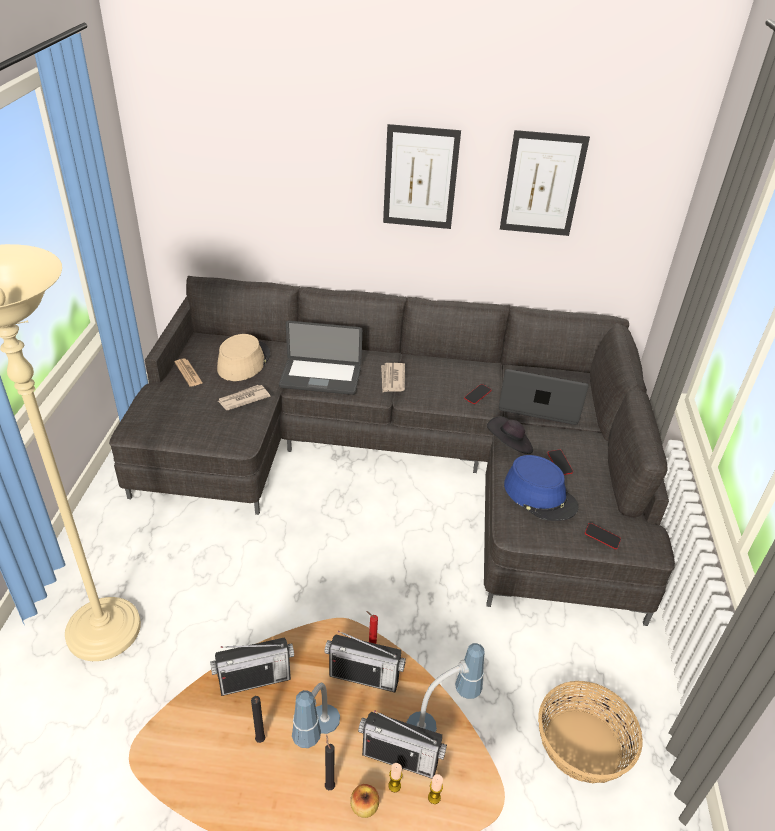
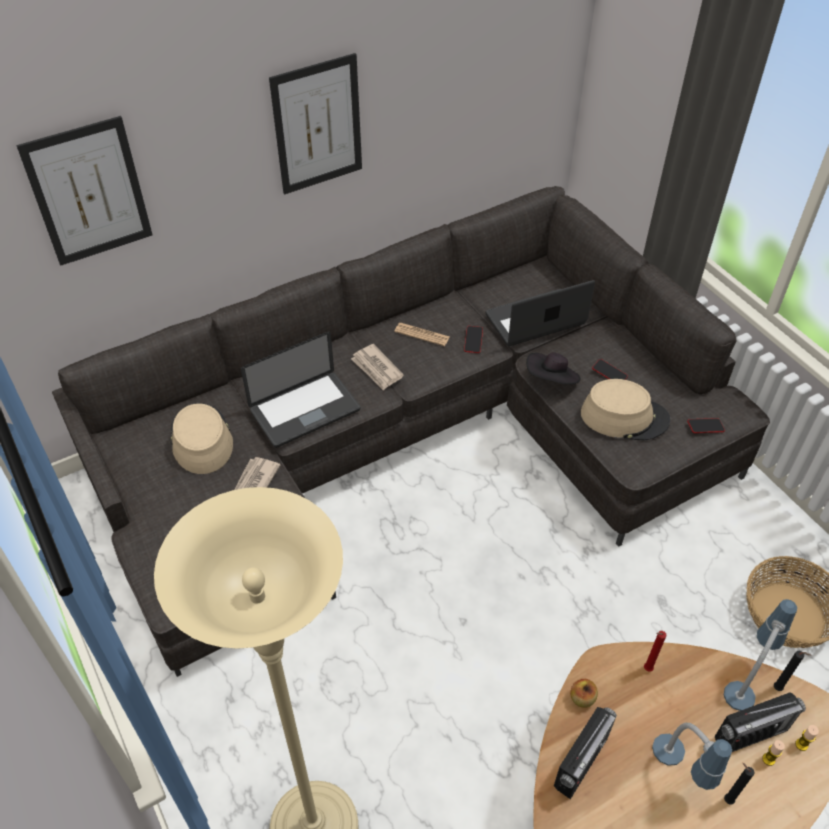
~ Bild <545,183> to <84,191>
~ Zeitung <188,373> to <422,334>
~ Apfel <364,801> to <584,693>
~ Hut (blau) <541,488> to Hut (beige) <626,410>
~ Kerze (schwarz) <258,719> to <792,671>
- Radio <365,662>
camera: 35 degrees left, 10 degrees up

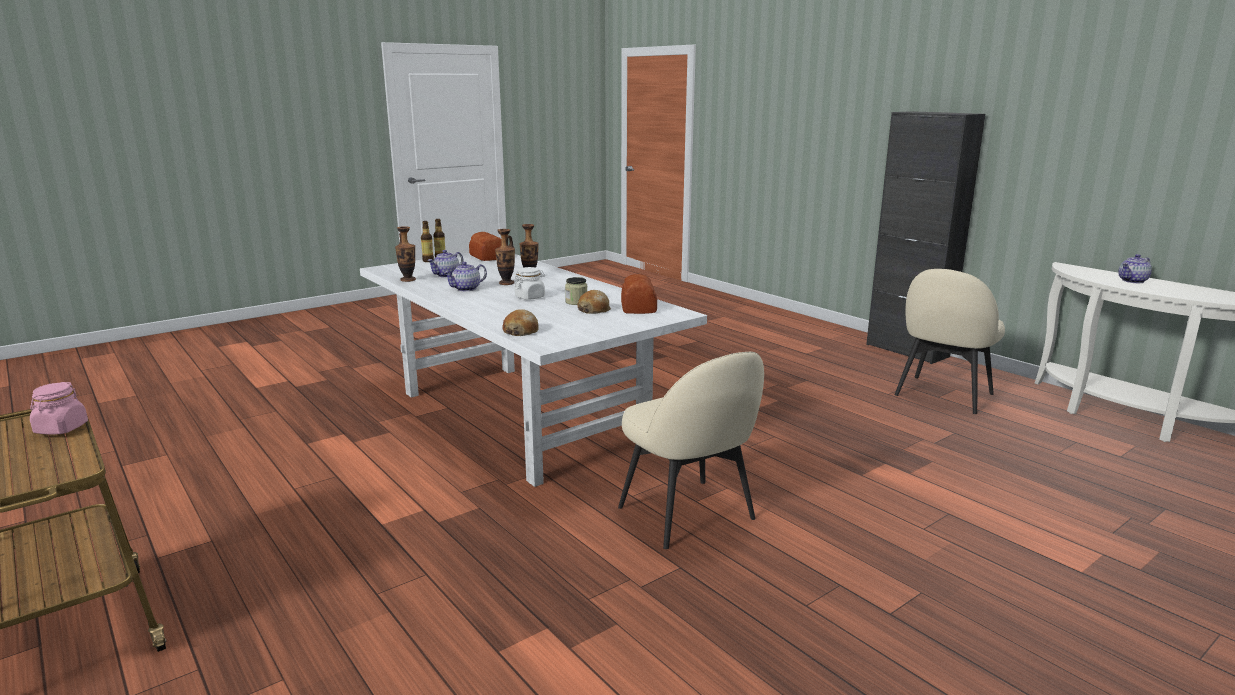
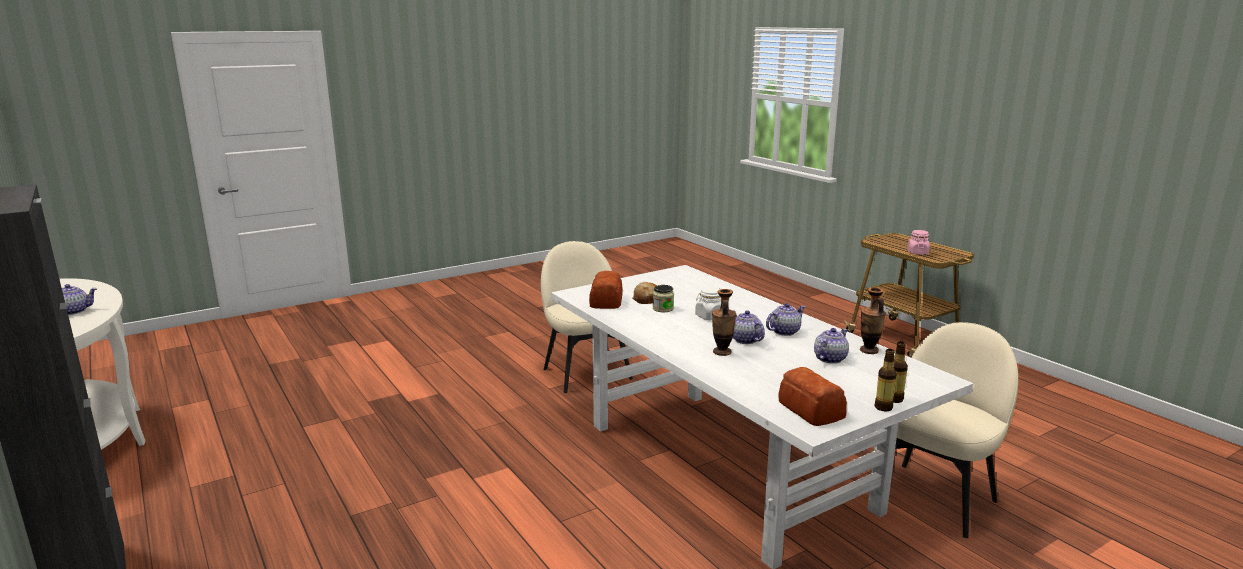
~ Vase <505,257> to Teekanne <749,327>
~ Stuhl (beige) <950,341> to <956,430>
- Brot <521,322>
camera: 175 degrees left, 0 degrees up

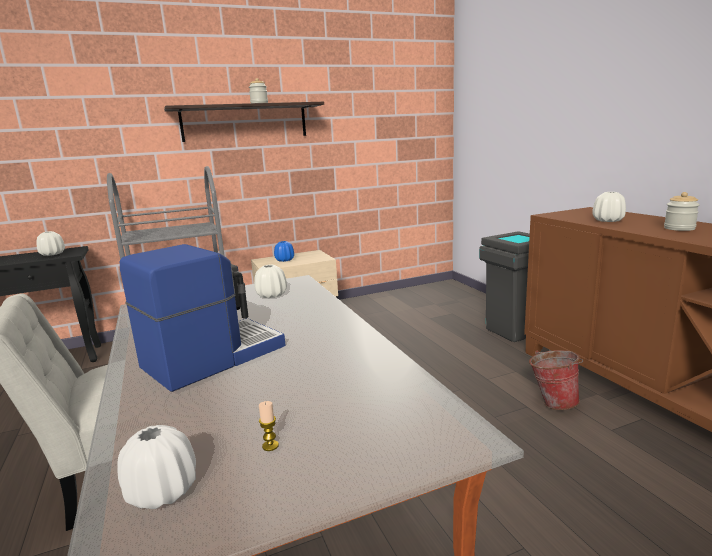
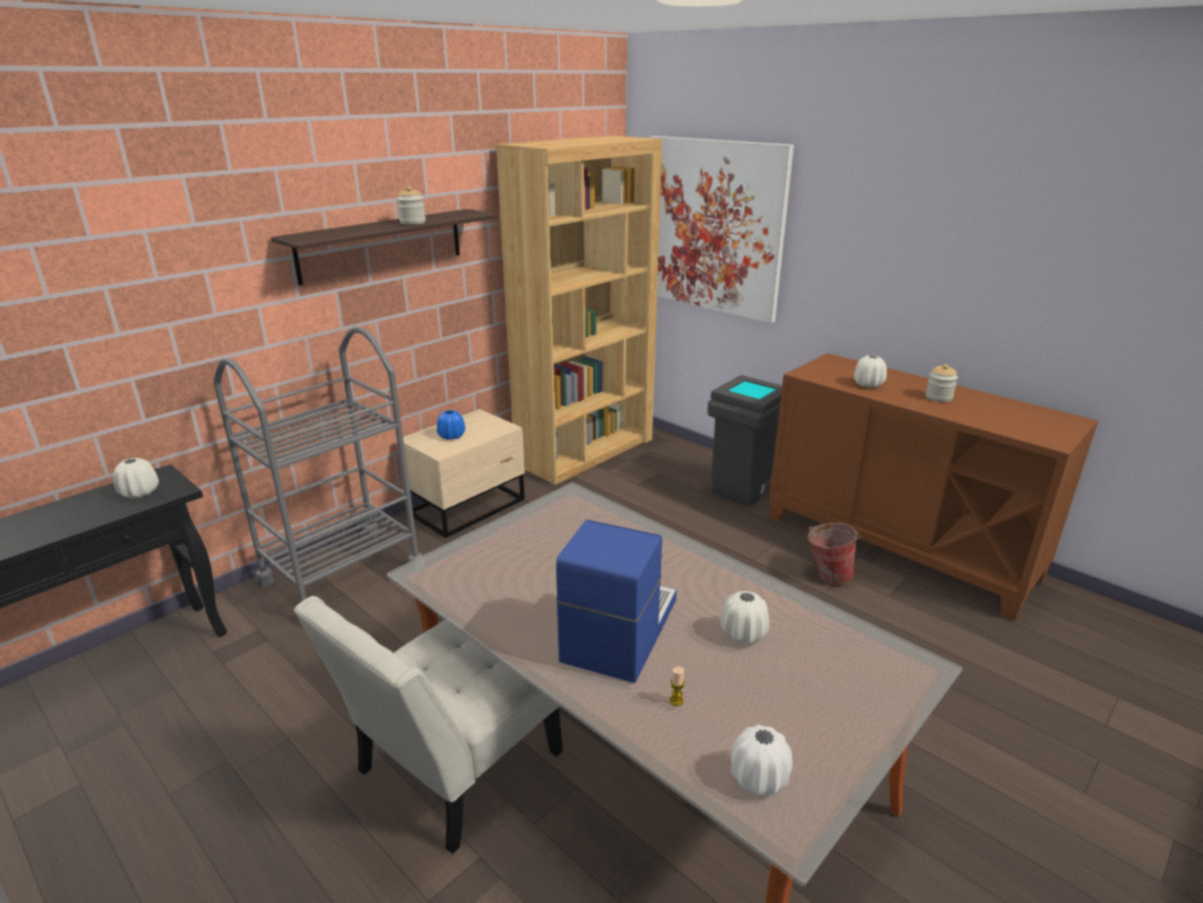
+ Bücherregal (braun) <579,310>
+ Bild <721,229>
~ Kerze <269,426> to <677,686>
~ Vase (weiß) <270,281> to <744,617>
camera: 25 degrees left, 10 degrees up

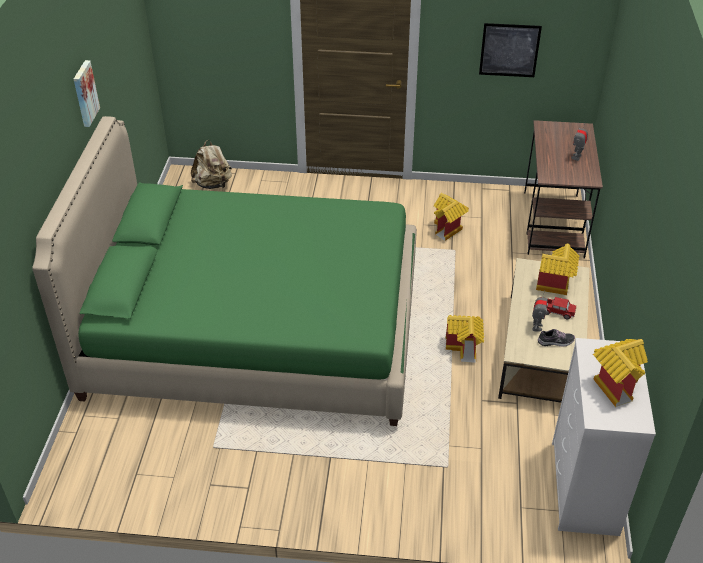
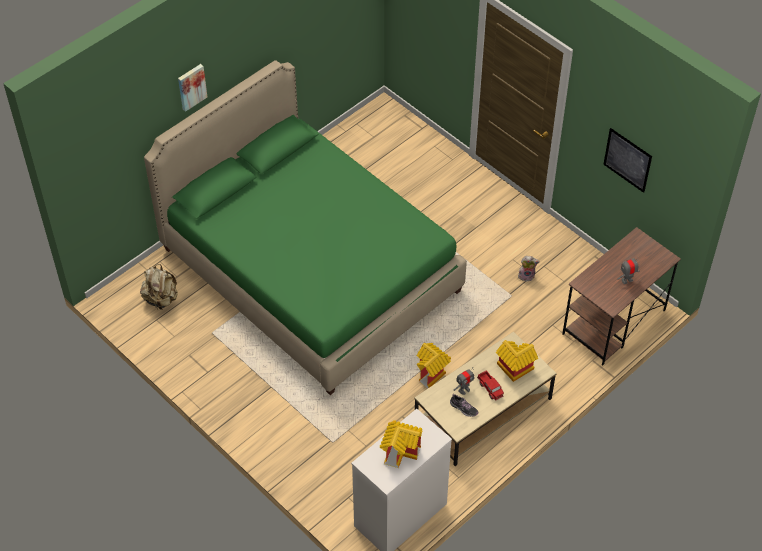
~ Rucksack (beige) <211,164> to <159,287>
~ Bild <87,93> to <192,88>
~ Spielzeughaus <451,217> to Plüschtier <529,269>
camera: 40 degrees right, 10 degrees up

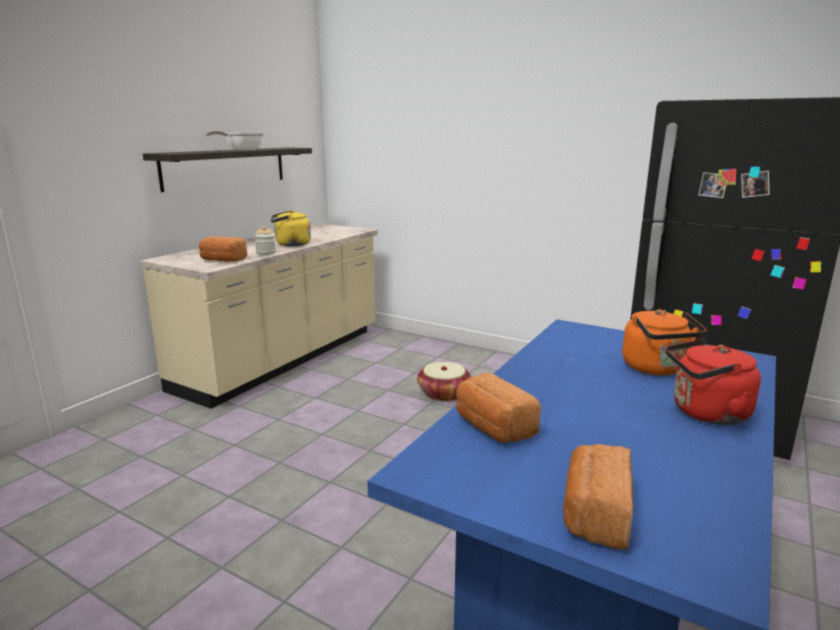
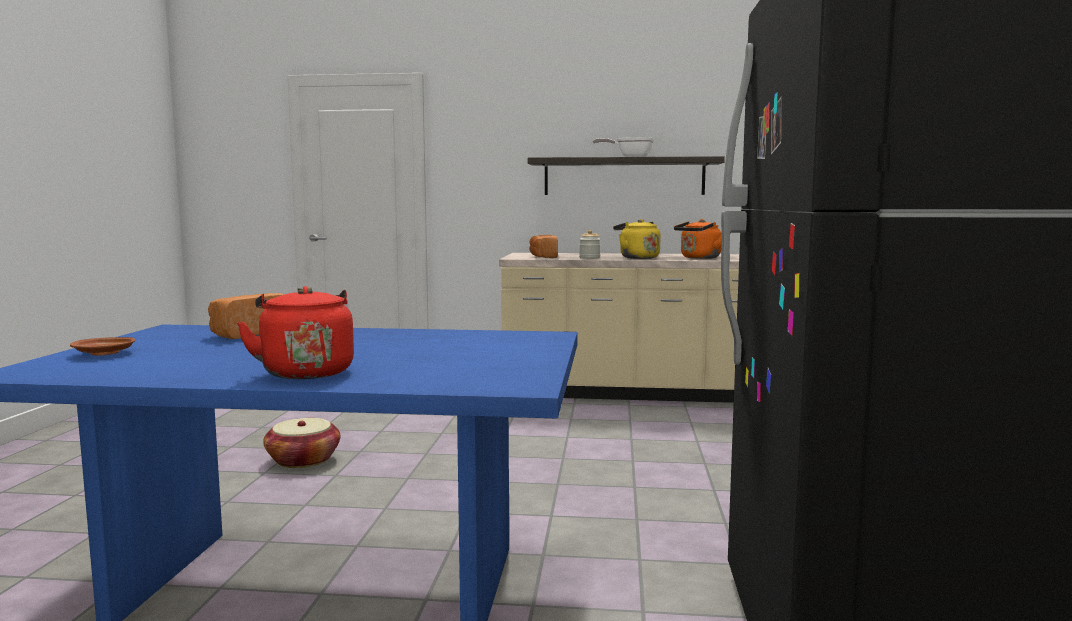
~ Brot <598,497> to Teller (braun) <103,346>
~ Korb <444,381> to <301,443>
~ Wasserkessel (orange) <664,342> to <698,239>
camera: 65 degrees right, 10 degrees down

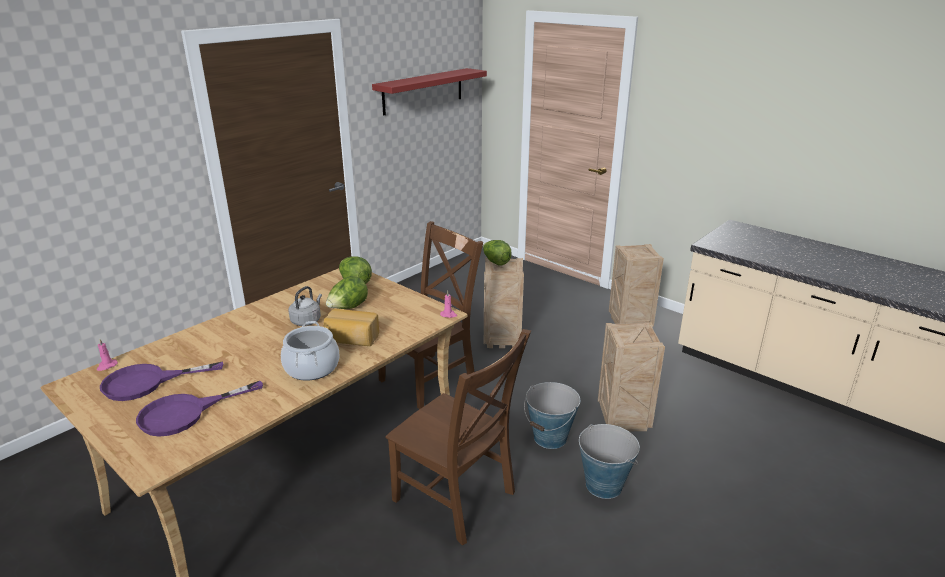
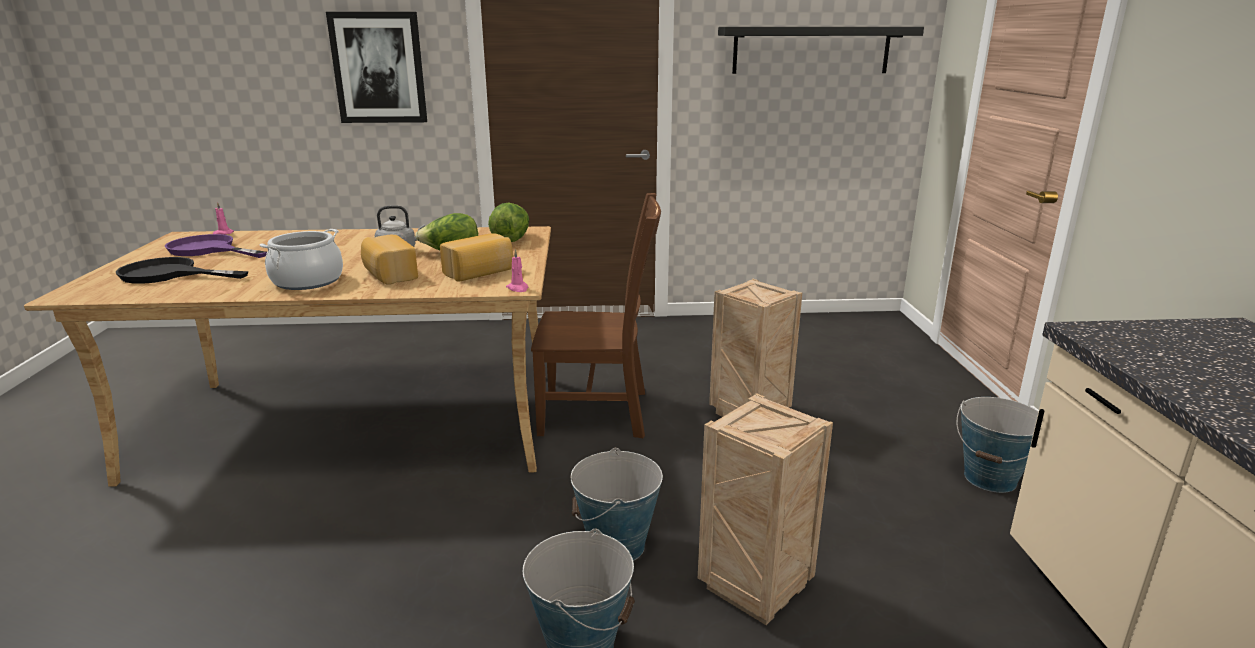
~ Pfanne (lila) <199,409> to Pfanne (schwarz) <182,270>
+ Bild <376,67>
+ Brot <476,257>
~ Wandregal (rot) <429,91> to Wandregal (schwarz) <821,50>
~ Kiste <636,285> to Eimer <997,445>
- Stuhl (braun) <458,437>
- Salatkopf <497,252>
camera: 45 degrees right, 5 degrees down

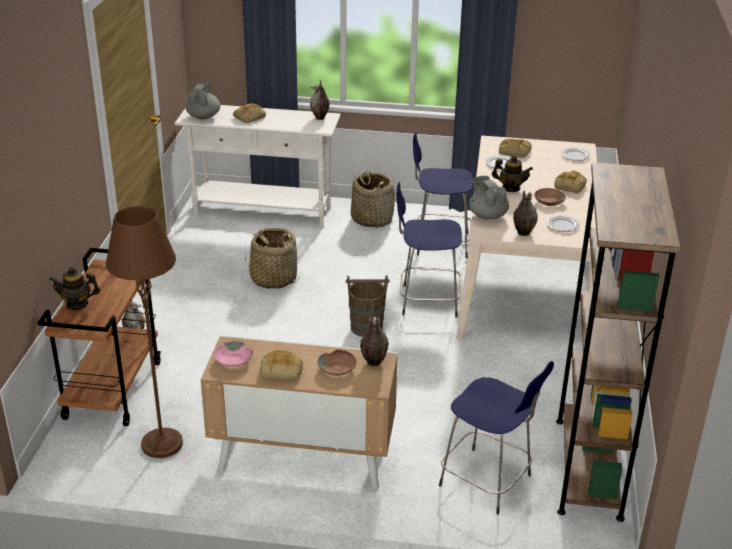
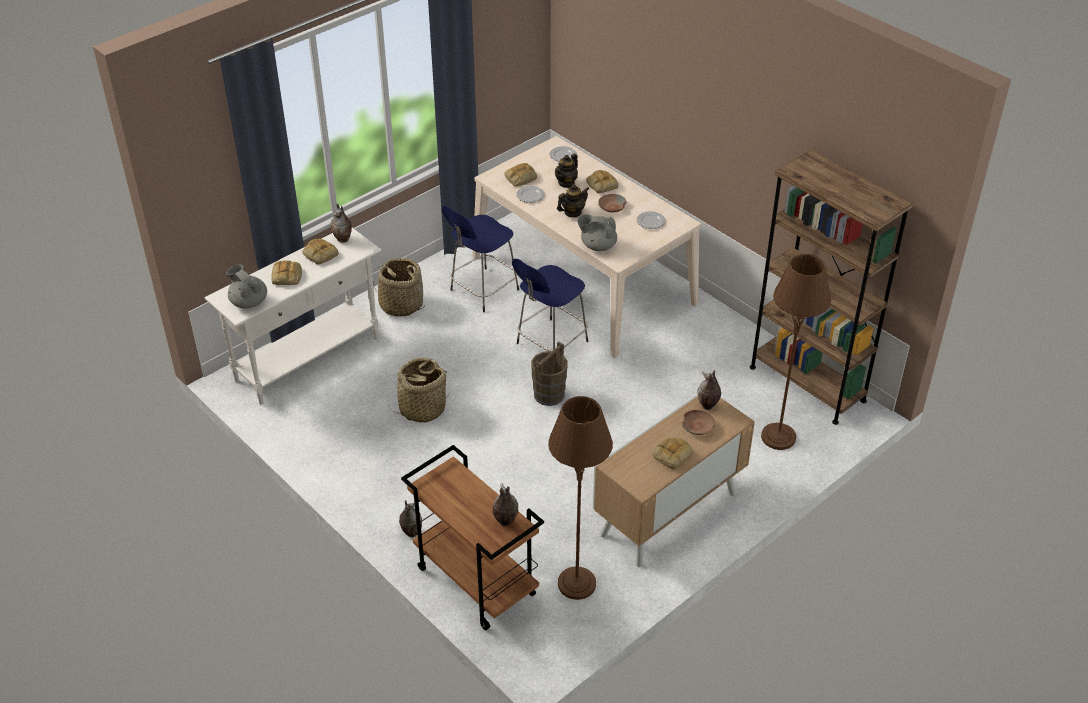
+ Brot <320,251>
~ Vase <525,213> to <505,504>
~ Teekanne <74,288> to <566,171>
~ Hocker (blau) <496,437> to Stehlampe (braun) <796,352>
- Schüssel (rosa) <233,354>
camera: 50 degrees left, 10 degrees up

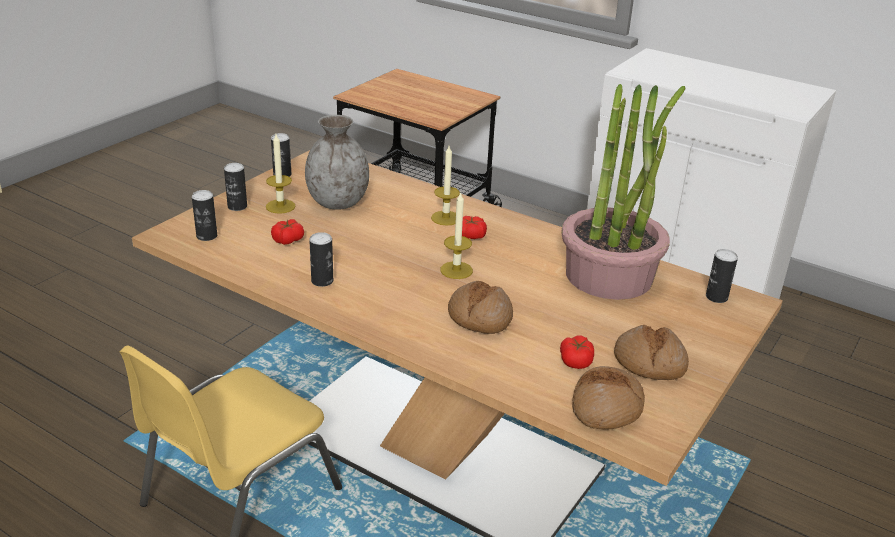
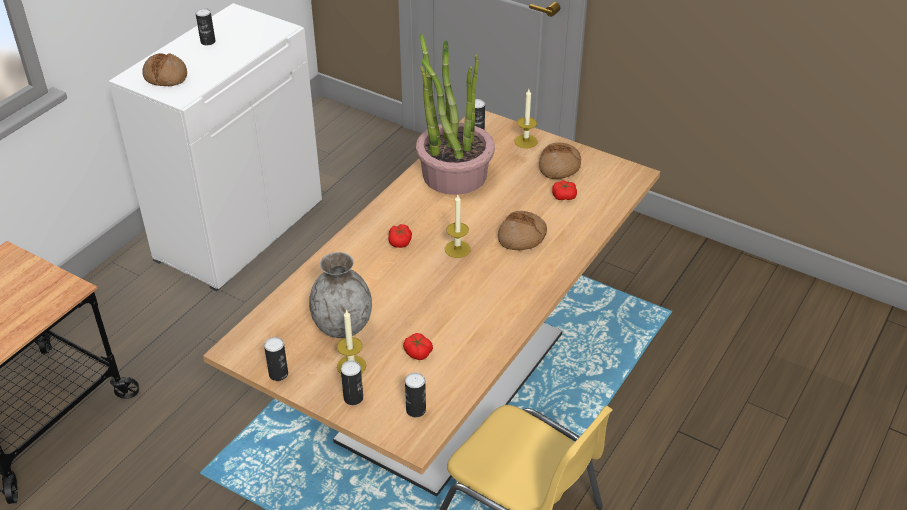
~ Brot <608,397> to <164,69>
~ Dose <321,259> to <205,26>
~ Kerze <445,186> to <526,118>
camera: 90 degrees left, 10 degrees up

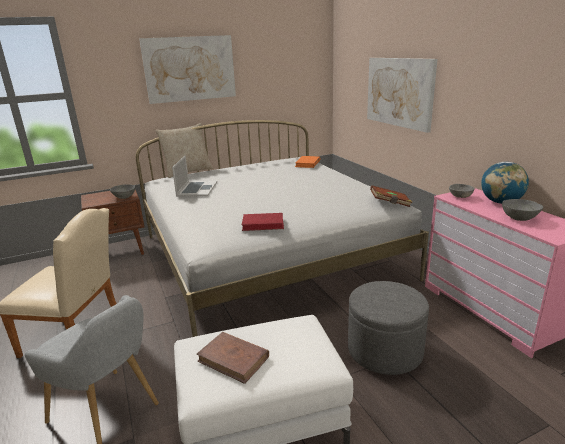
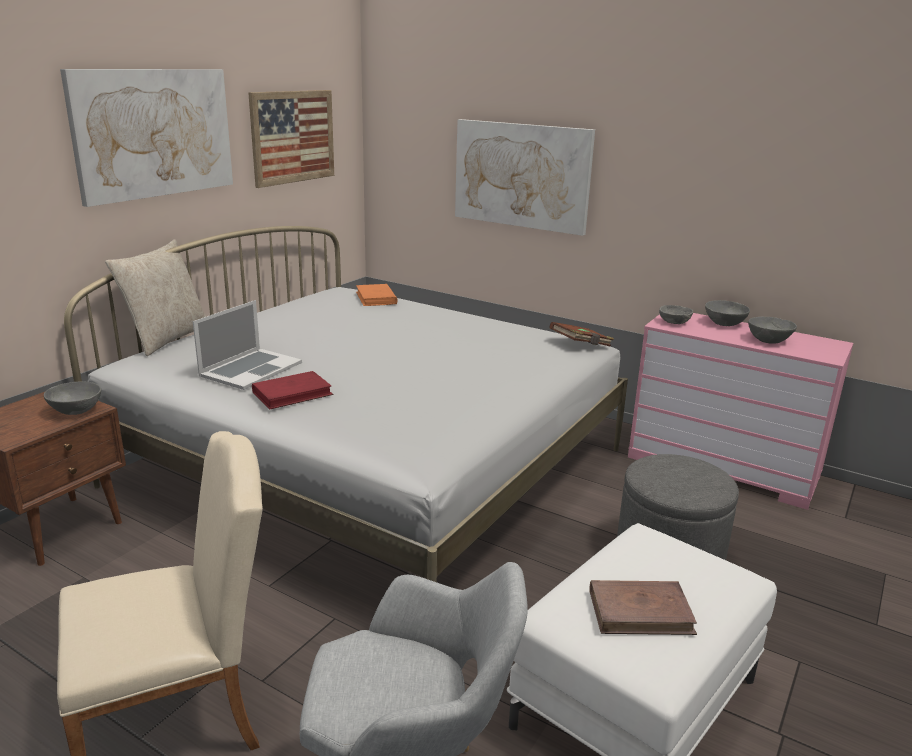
~ Laptop <194,176> = <247,345> 60 degrees clockwise
+ Bild <291,139>
~ Buch (rot) <263,222> to <292,390>
~ Globus <505,183> to Schüssel (grau) <727,313>
camera: 35 degrees left, 0 degrees up

